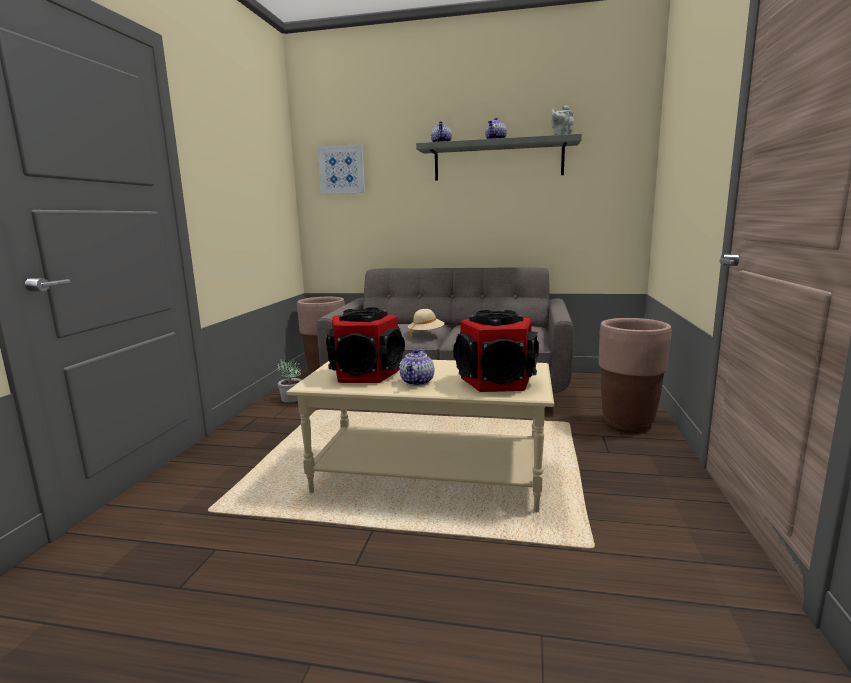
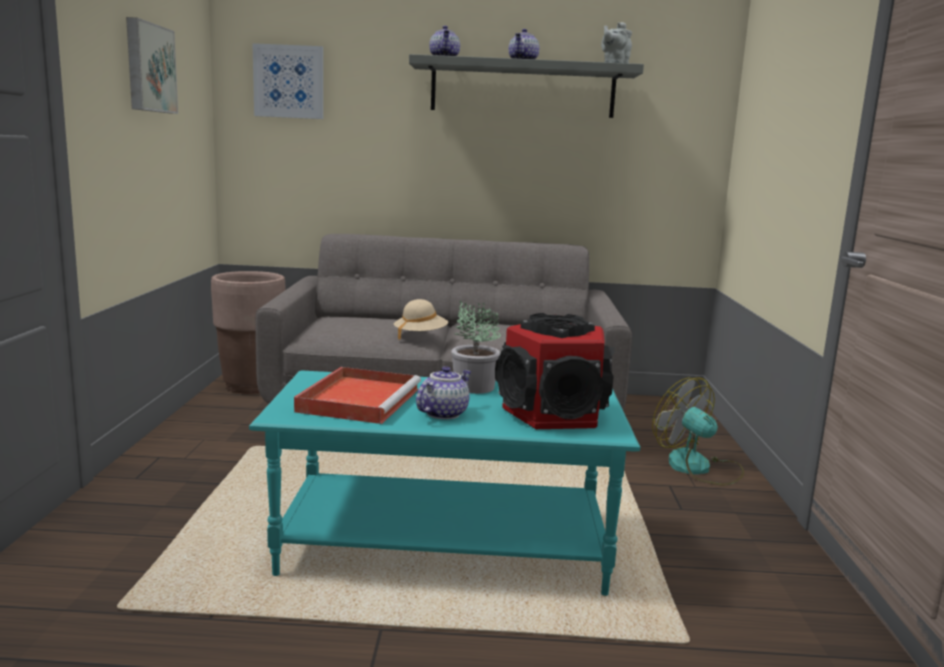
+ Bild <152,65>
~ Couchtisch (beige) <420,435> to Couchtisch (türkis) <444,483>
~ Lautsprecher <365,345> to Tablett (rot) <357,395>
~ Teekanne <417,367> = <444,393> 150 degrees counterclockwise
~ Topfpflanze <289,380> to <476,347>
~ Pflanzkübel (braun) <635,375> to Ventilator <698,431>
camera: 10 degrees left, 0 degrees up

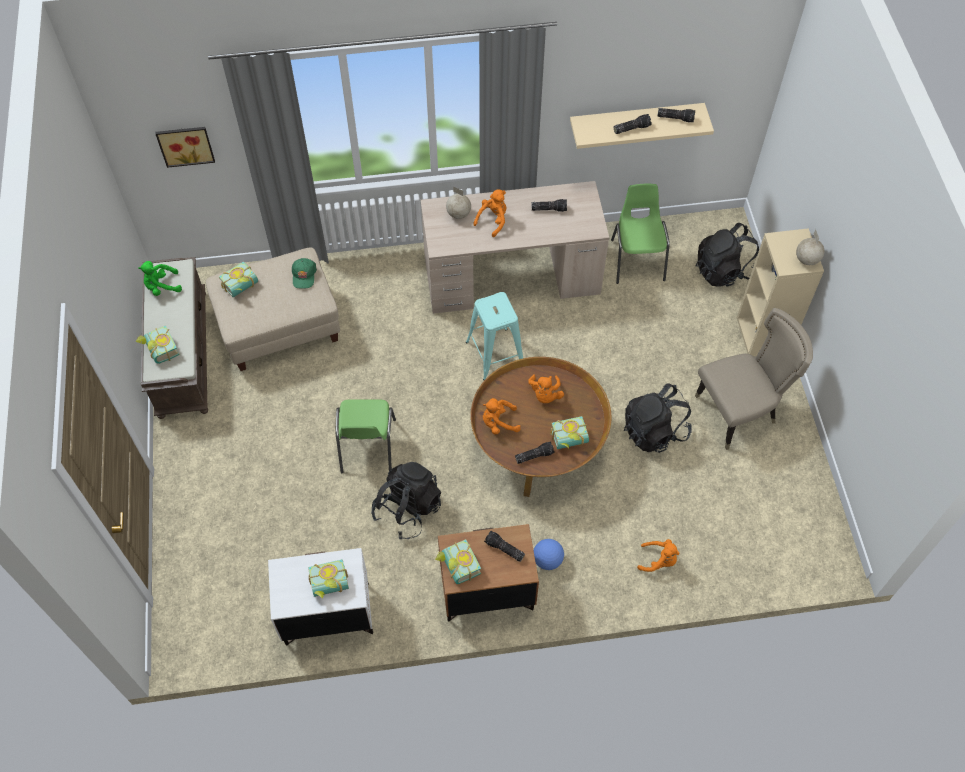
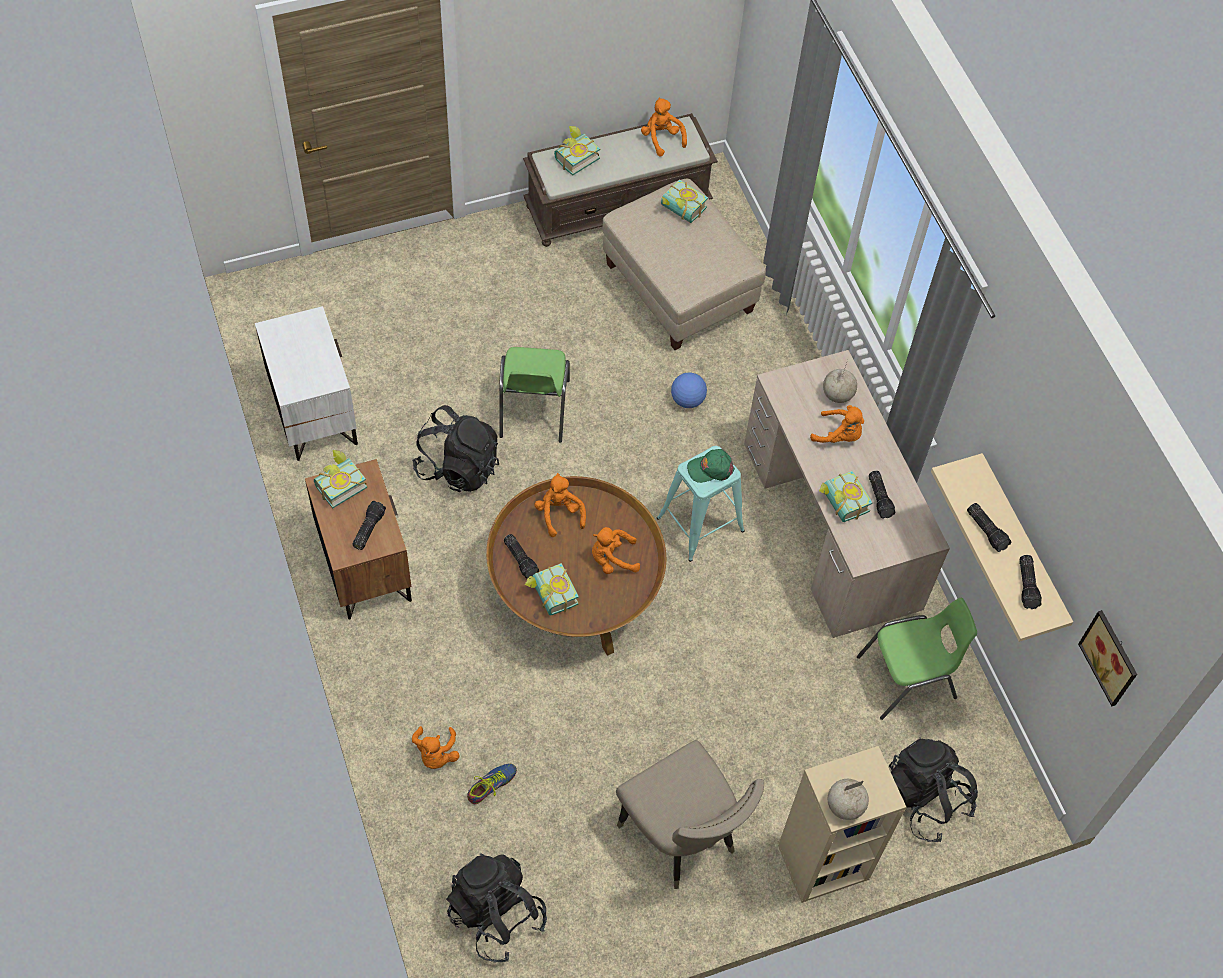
~ Rucksack (schwarz) <658,418> to <496,908>
+ Schuh <492,783>
~ Stuhl (grün) <366,436> = <534,394> 75 degrees counterclockwise
~ Plüschtier (grün) <160,278> to Plüschtier (orange) <664,127>
~ Fußball <549,554> to <689,390>
~ Kappe (grün) <304,273> to <711,466>
~ Buch <328,579> to <846,496>
~ Bild <185,147> to <1107,658>
camera: 75 degrees right, 0 degrees up

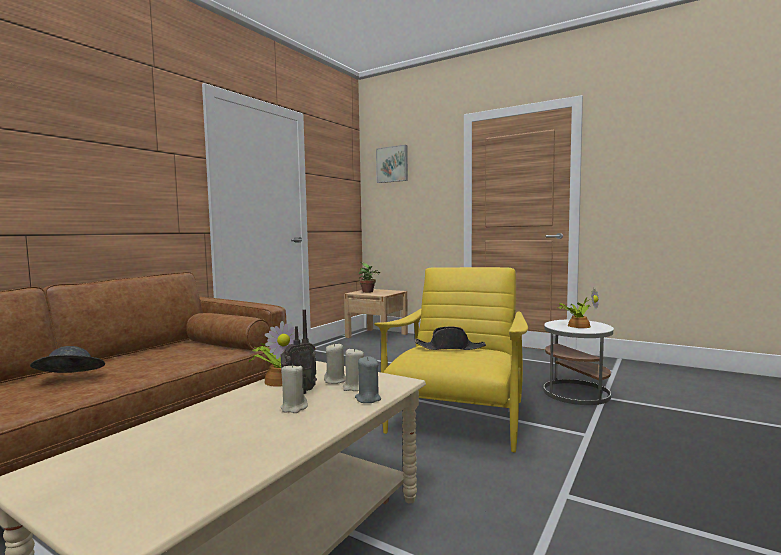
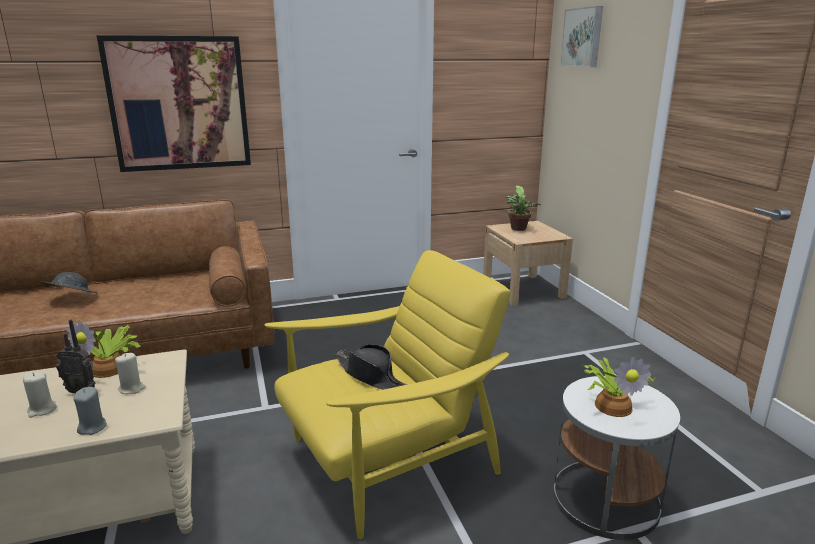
+ Bild <174,103>
- Kerze (beige) <353,369>
camera: 40 degrees right, 15 degrees up

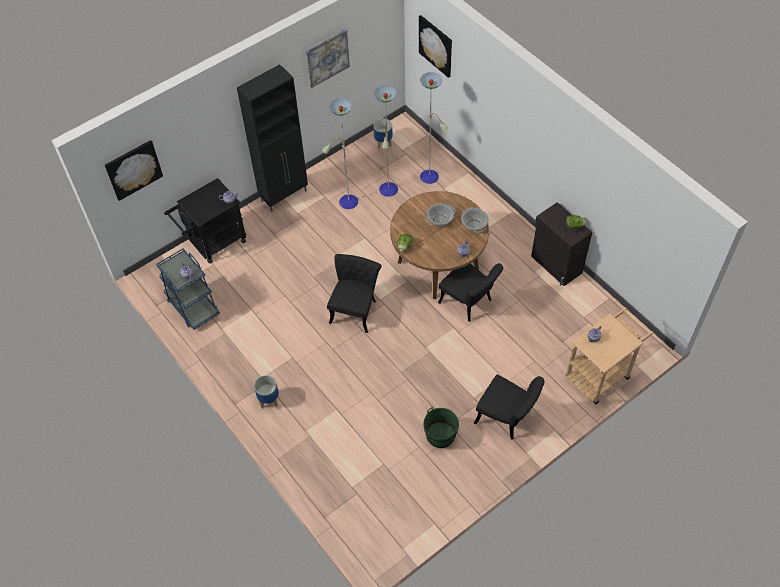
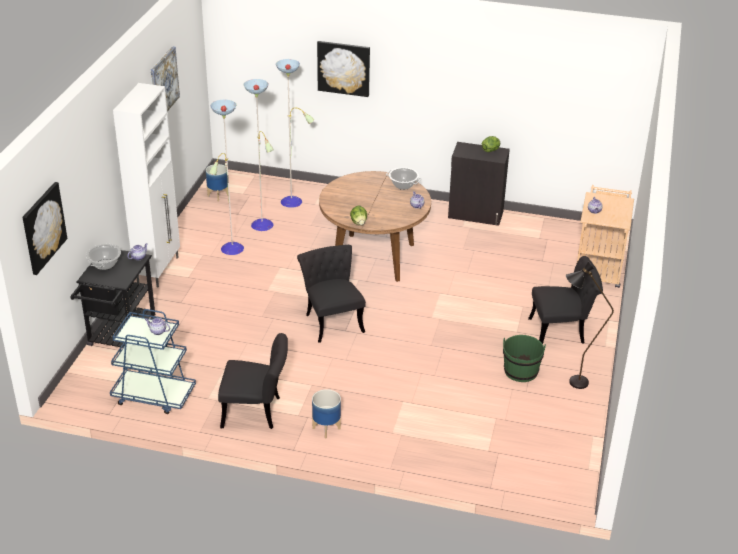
~ Kochtopf <440,214> to <103,257>
~ Schrank (schwarz) <272,138> to Schrank (weiß) <146,185>
~ Stuhl (schwarz) <470,292> to <253,381>
~ Bild <435,46> to <343,69>
+ Stehlampe (schwarz) <590,325>
camera: 40 degrees left, 20 degrees down

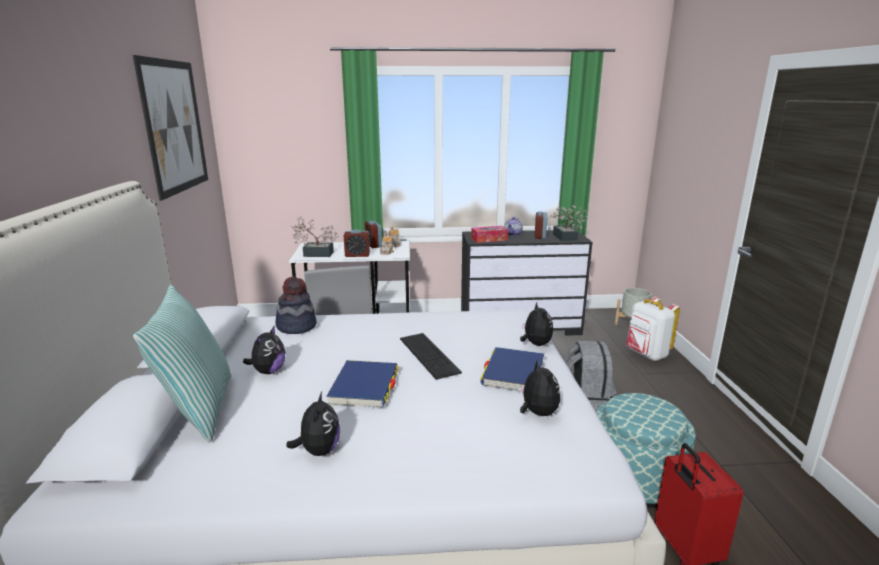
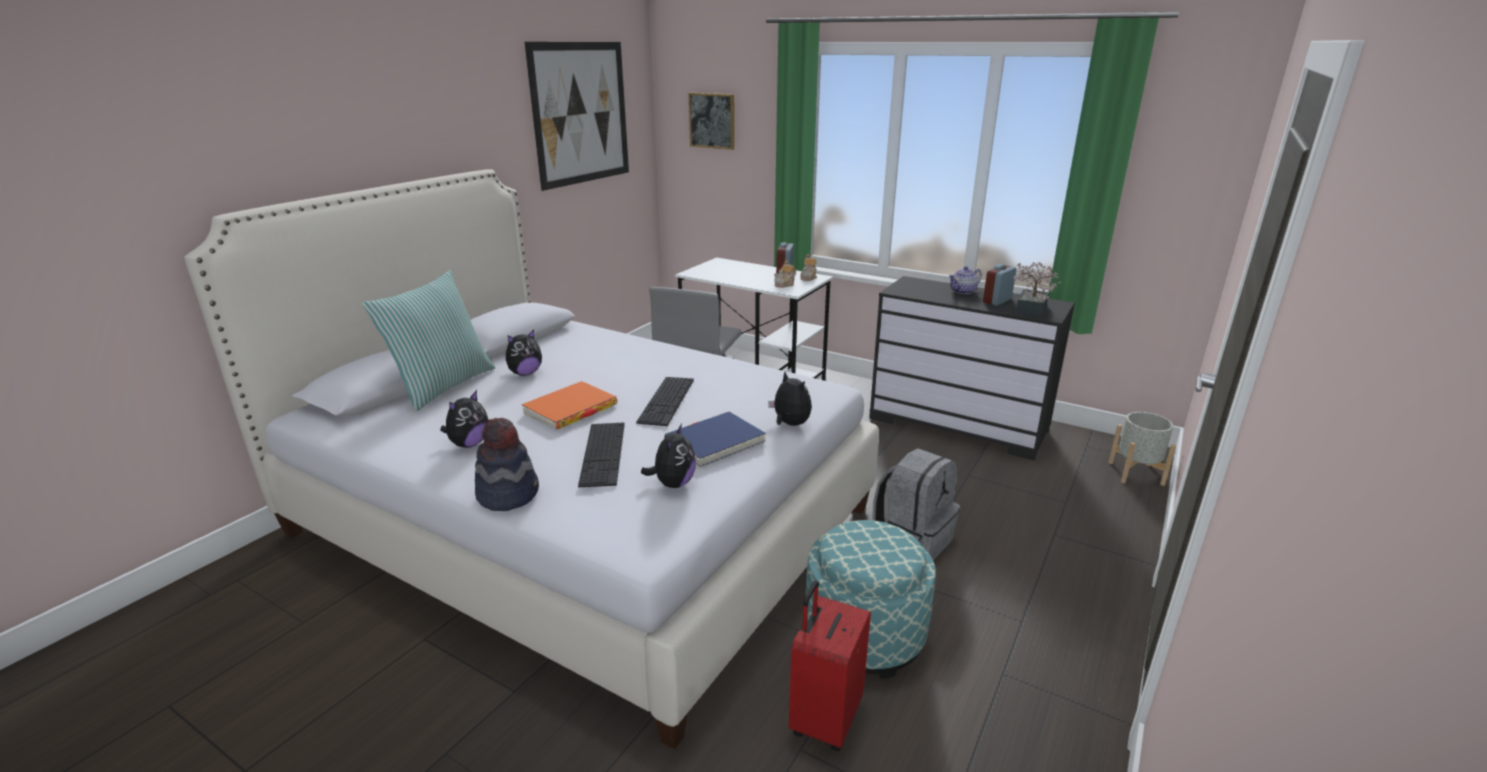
~ Hut <296,305> to <507,464>
~ Buch (blau) <362,383> to Buch (orange) <569,405>
+ Tastatur <601,454>
+ Bild <711,121>
~ Plüschtier <536,324> = <790,399> 60 degrees counterclockwise
- Topfpflanze <314,236>
- Wecker <357,243>
- Taschentuchbox <489,234>
- Rucksack (weiß) <653,329>
camera: 35 degrees right, 5 degrees up

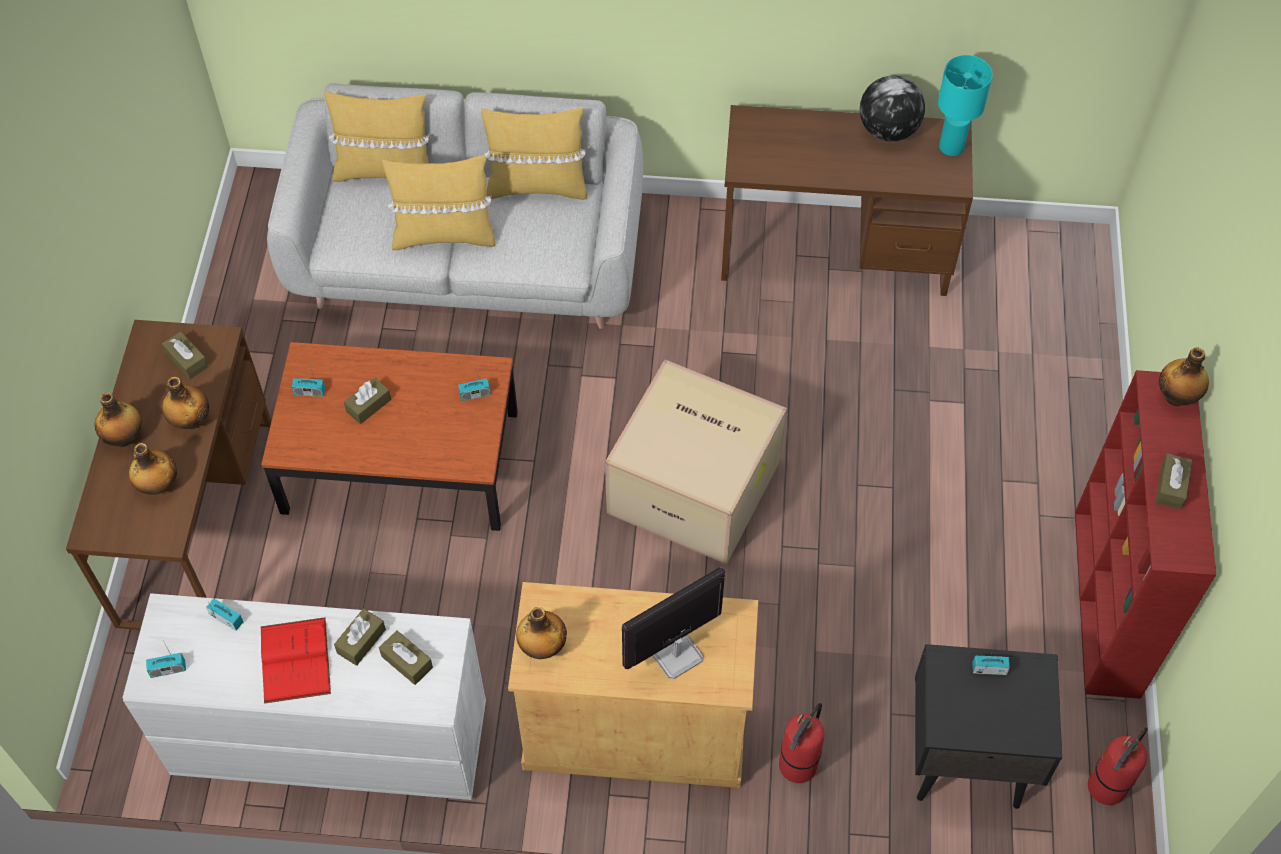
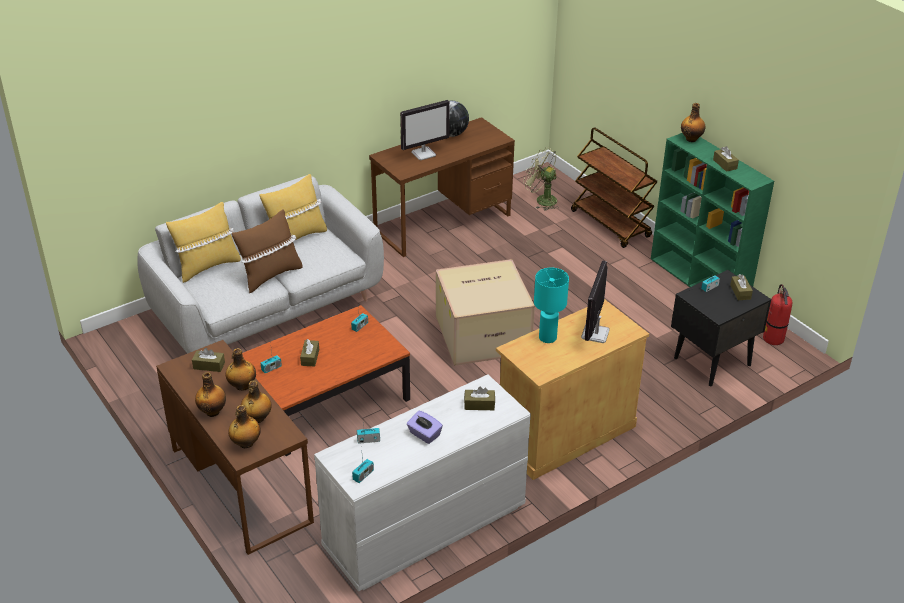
~ Flasche <541,633> to <244,426>
~ Kissen (gelb) <439,202> to Kissen (braun) <267,251>
+ Monitor <425,130>
~ Buch (rot) <296,660> to Taschentuchbox (lila) <425,427>
+ Ventilator (grün) <541,178>
~ Tischlampe (türkis) <965,105> to <551,305>
+ Rollwagen (braun) <614,187>
~ Bücherregal (rot) <1145,534> to Bücherregal (grün) <712,210>
~ Taschentuchbox (braun) <360,637> to <741,287>
- Feuerlöscher <801,743>
camera: 40 degrees left, 20 degrees down

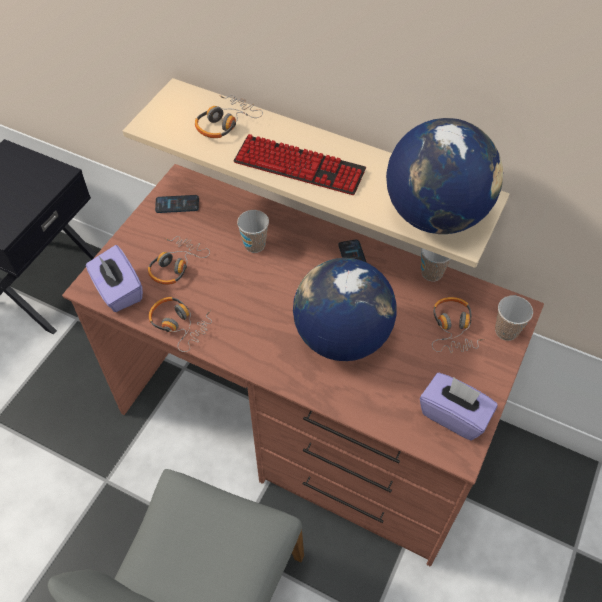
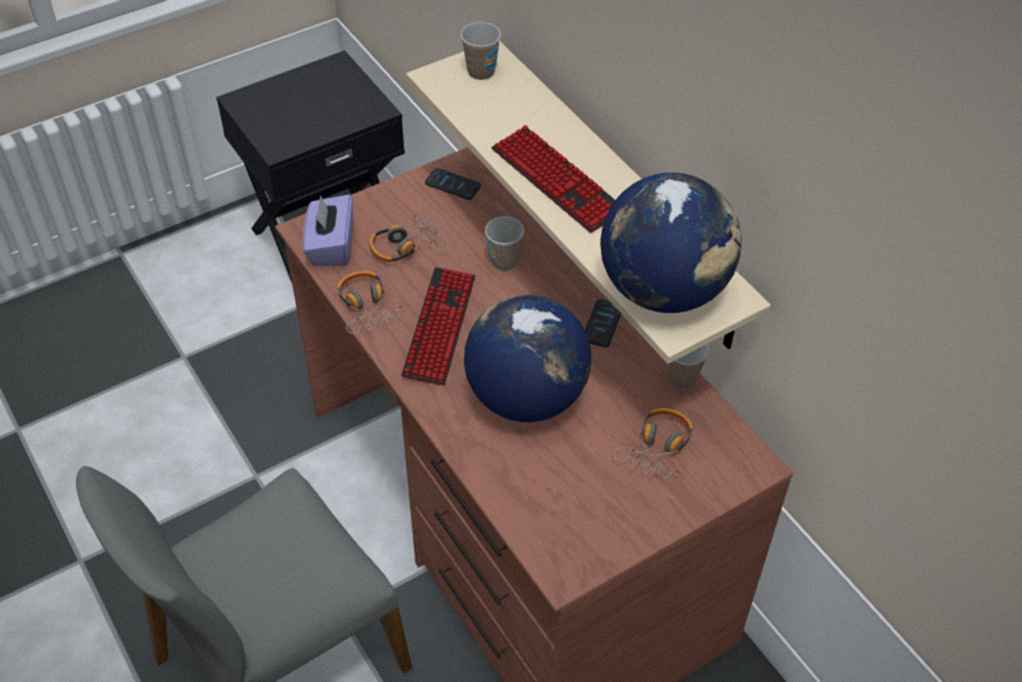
+ Tastatur <438,326>
~ Tasse <514,318> to <481,51>
- Kopfhörer <229,116>
- Taschentuchbox (lila) <459,407>
camera: 30 degrees right, 5 degrees down

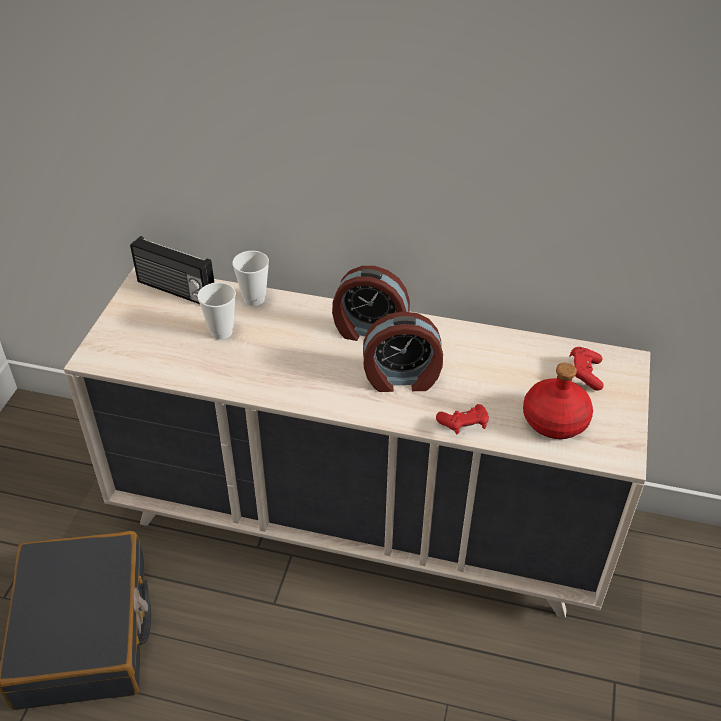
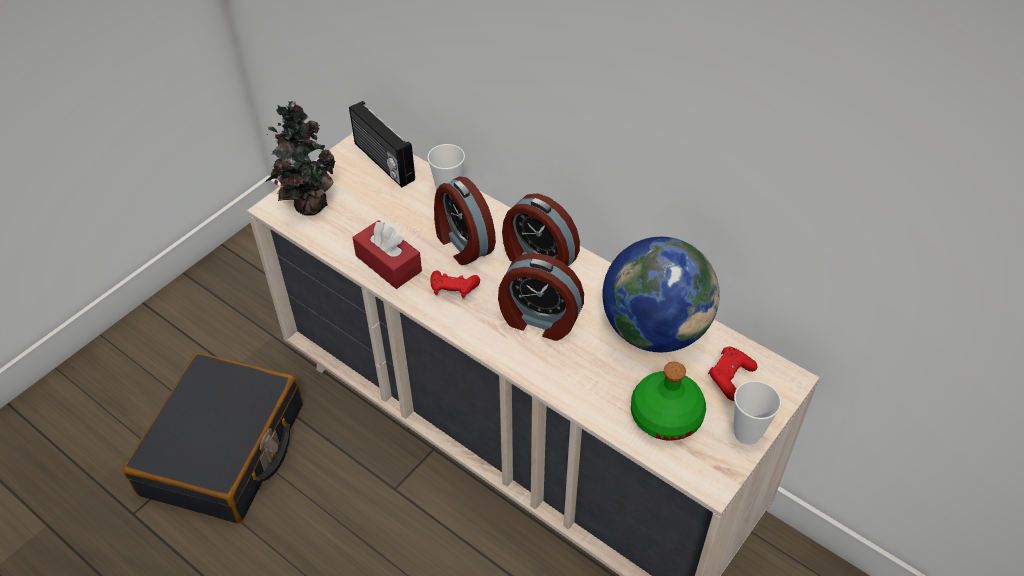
+ Topfpflanze <300,158>
+ Taschentuchbox (rot) <387,254>
~ Gamepad (rot) <462,419> to <455,284>
+ Wecker <465,221>
+ Globus <661,294>
~ Flasche (rot) <558,401> to Flasche (grün) <668,401>
~ Tasse <216,311> to <757,413>
camera: 25 degrees right, 5 degrees up

